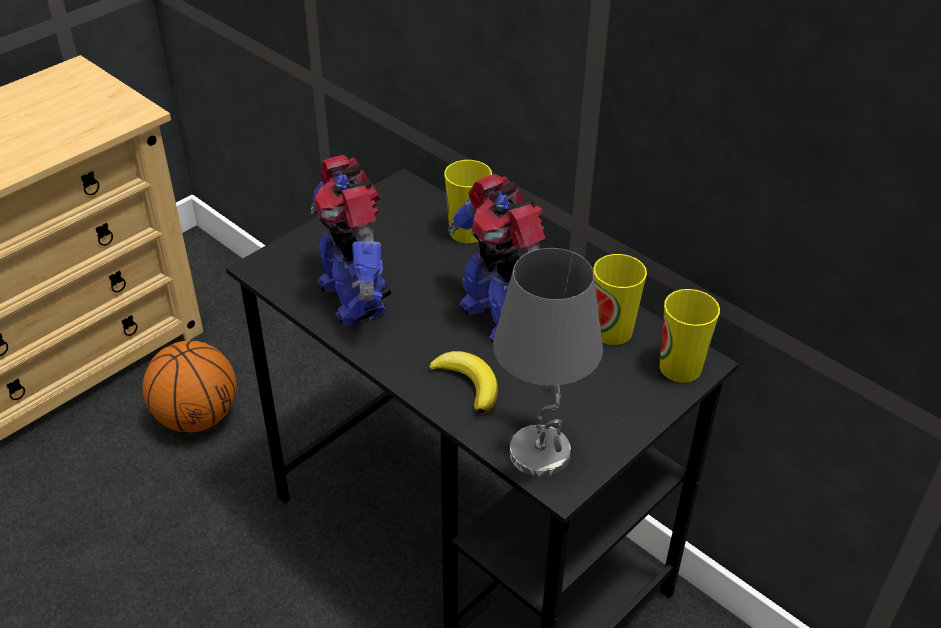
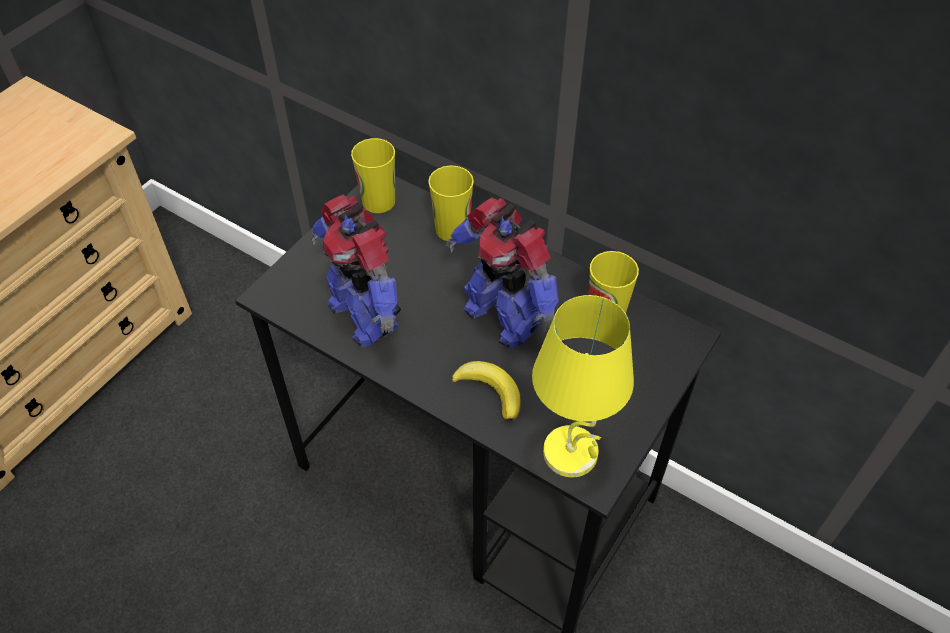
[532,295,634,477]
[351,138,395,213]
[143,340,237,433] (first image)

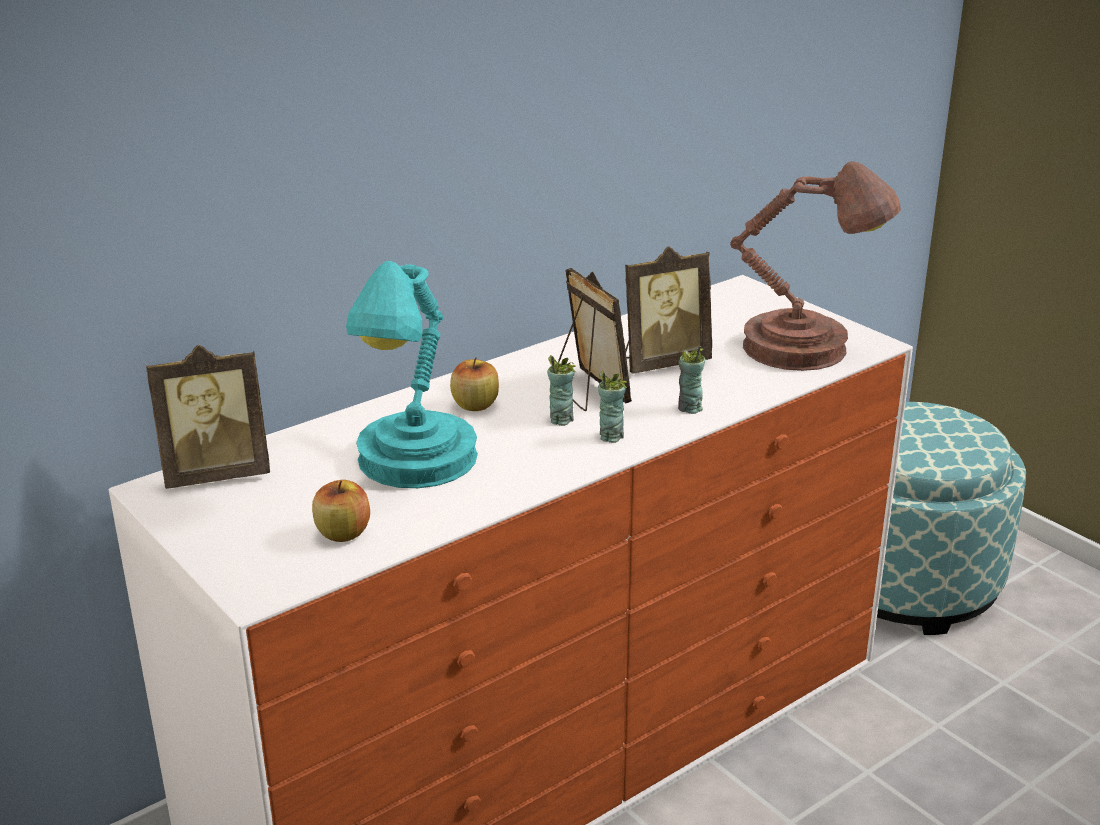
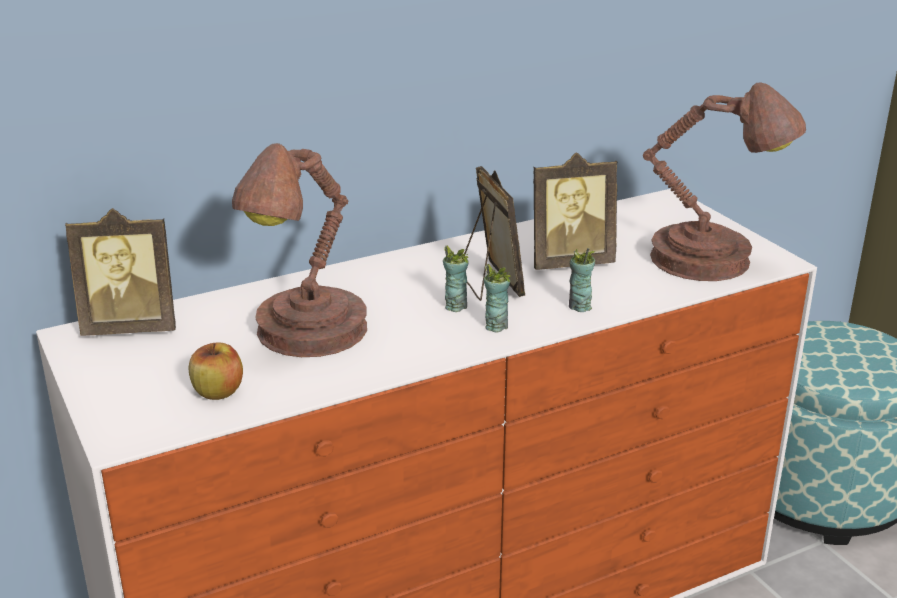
[232,143,367,357]
[450,357,499,411] (first image)

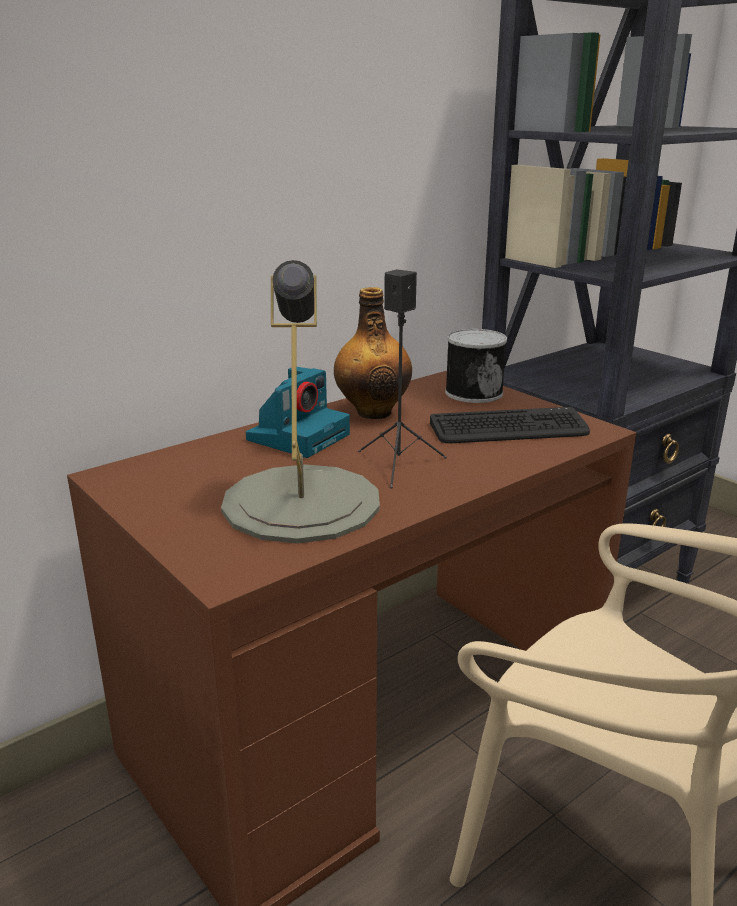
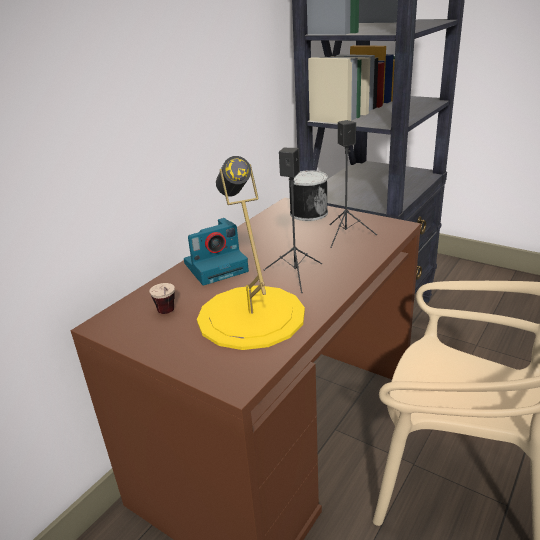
[197,156,305,350]
[334,287,412,419] (first image)
[184,218,249,285]
[330,120,377,248]
[149,283,175,314]

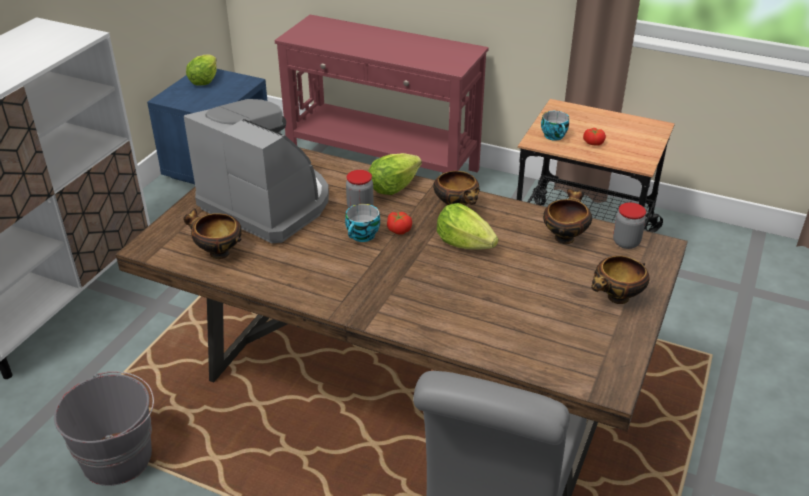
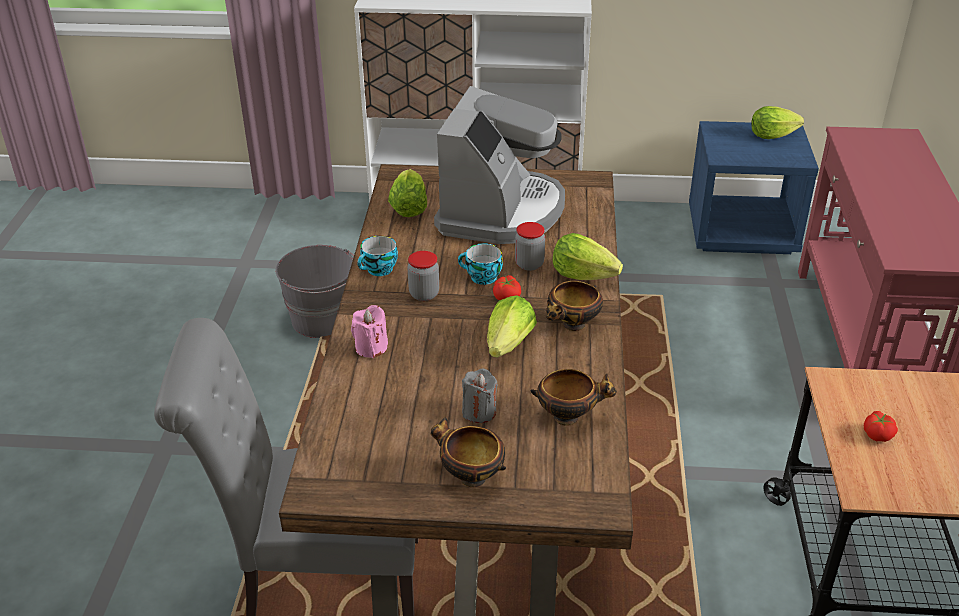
[357,236,398,276]
[407,251,439,301]
[388,169,427,217]
[351,305,388,358]
[462,368,498,423]

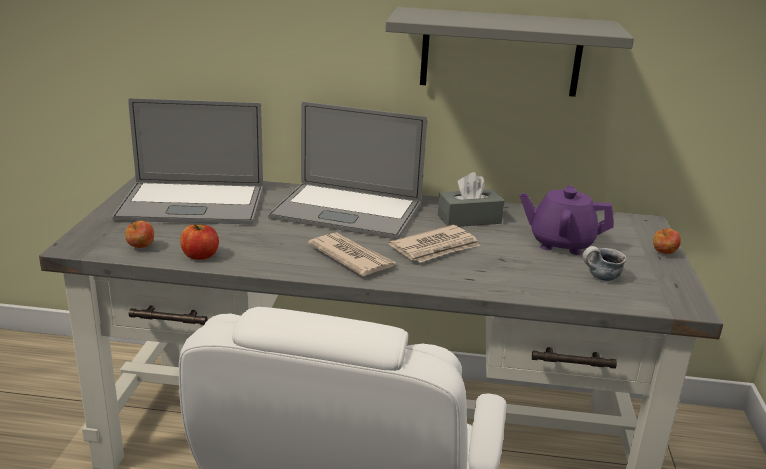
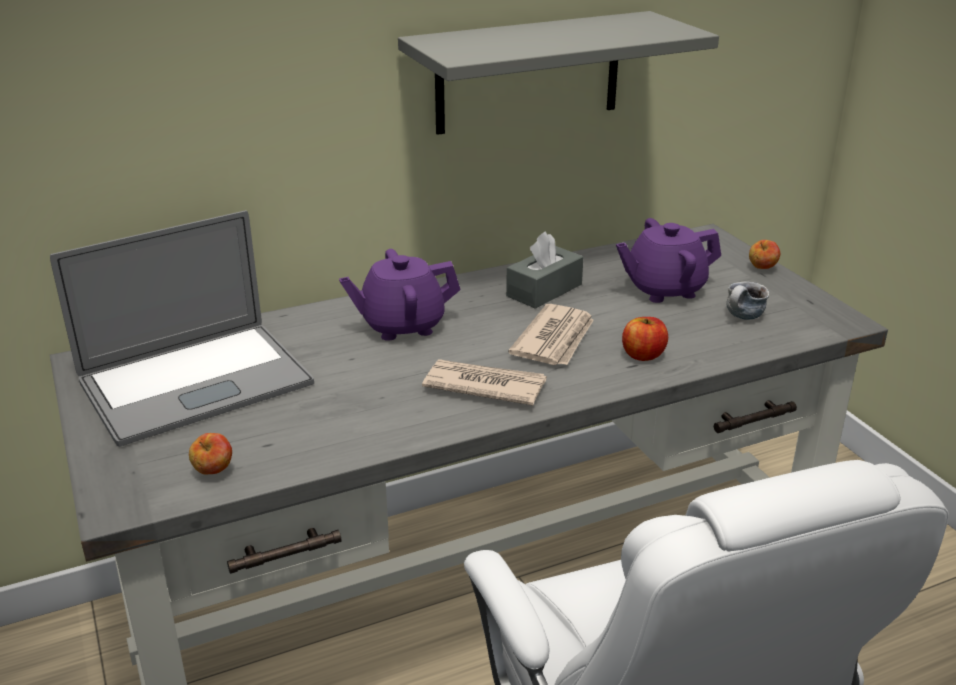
[339,249,461,341]
[622,317,668,361]

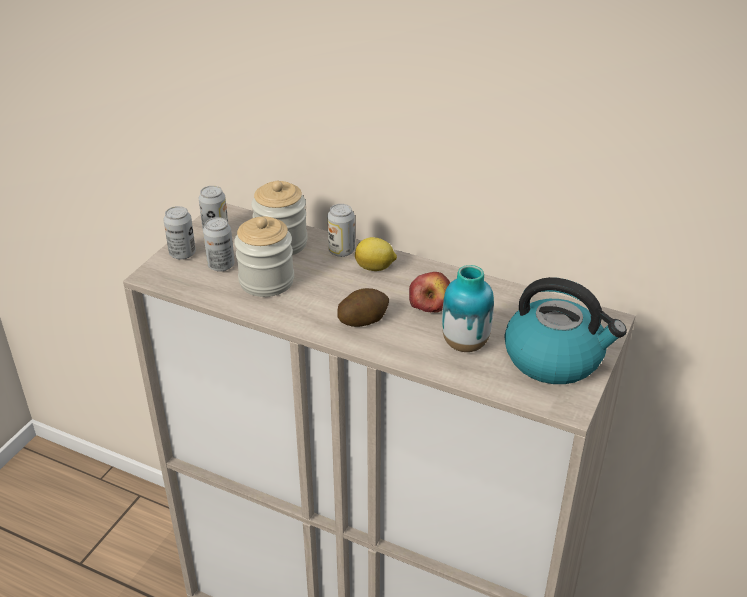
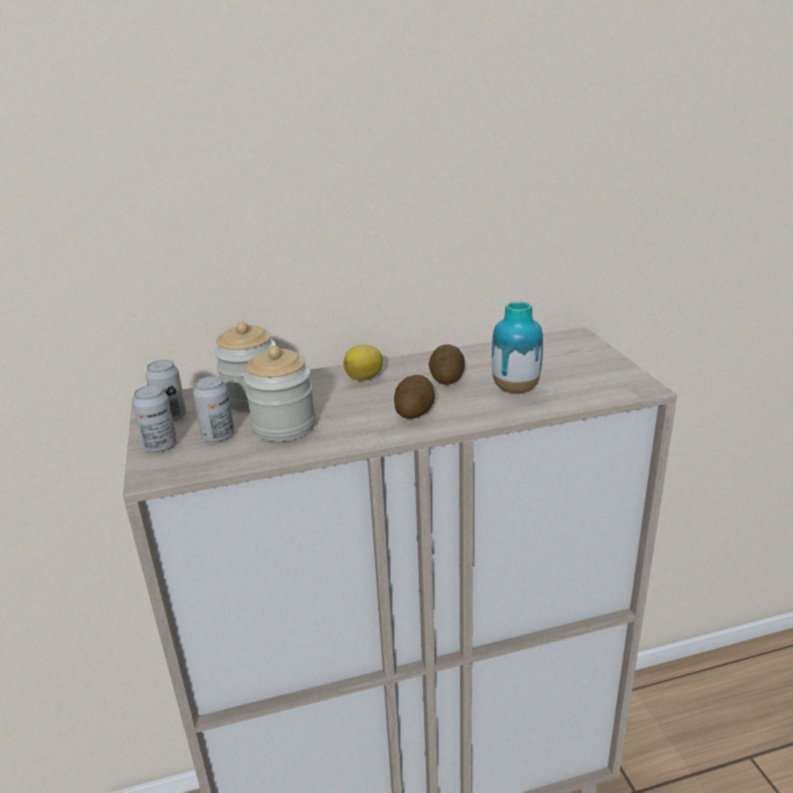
[327,204,355,257] (first image)
[428,344,465,385]
[505,277,627,384] (first image)

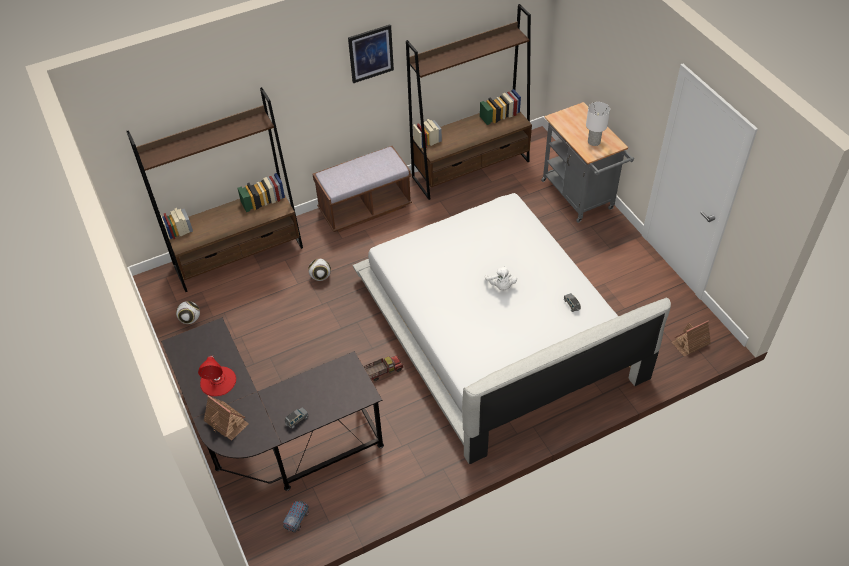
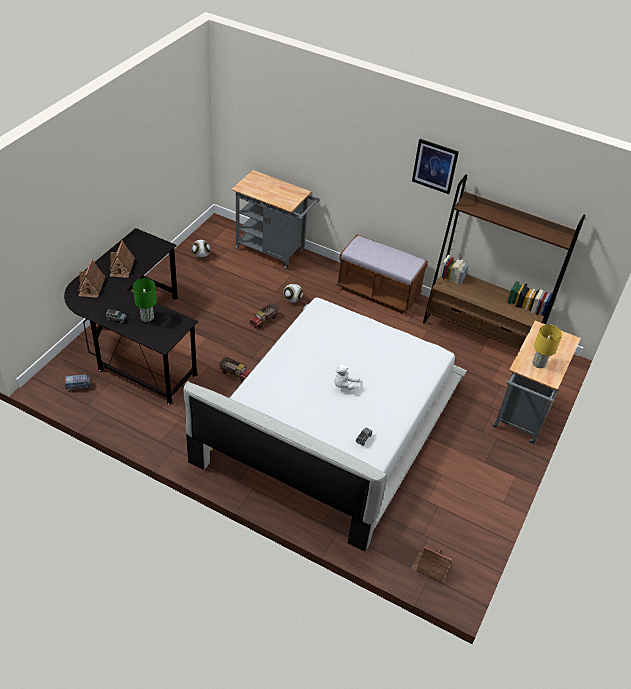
[231,170,320,270]
[533,324,562,368]
[109,240,135,278]
[133,278,157,322]
[249,303,279,329]

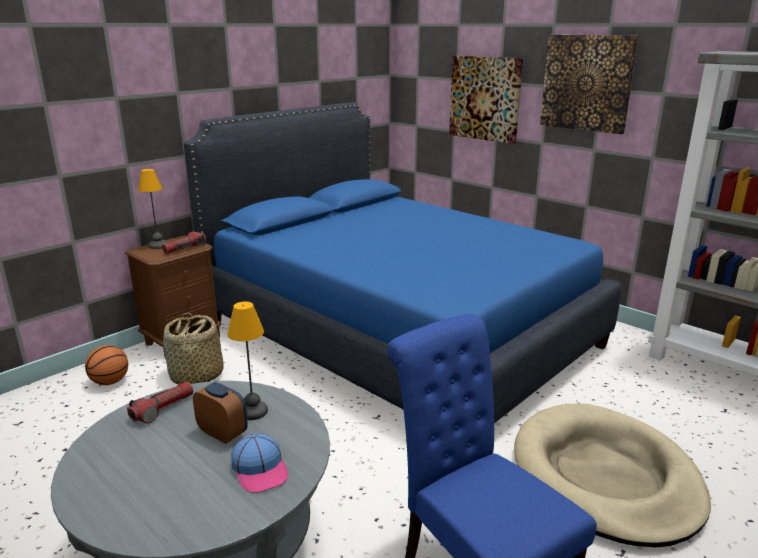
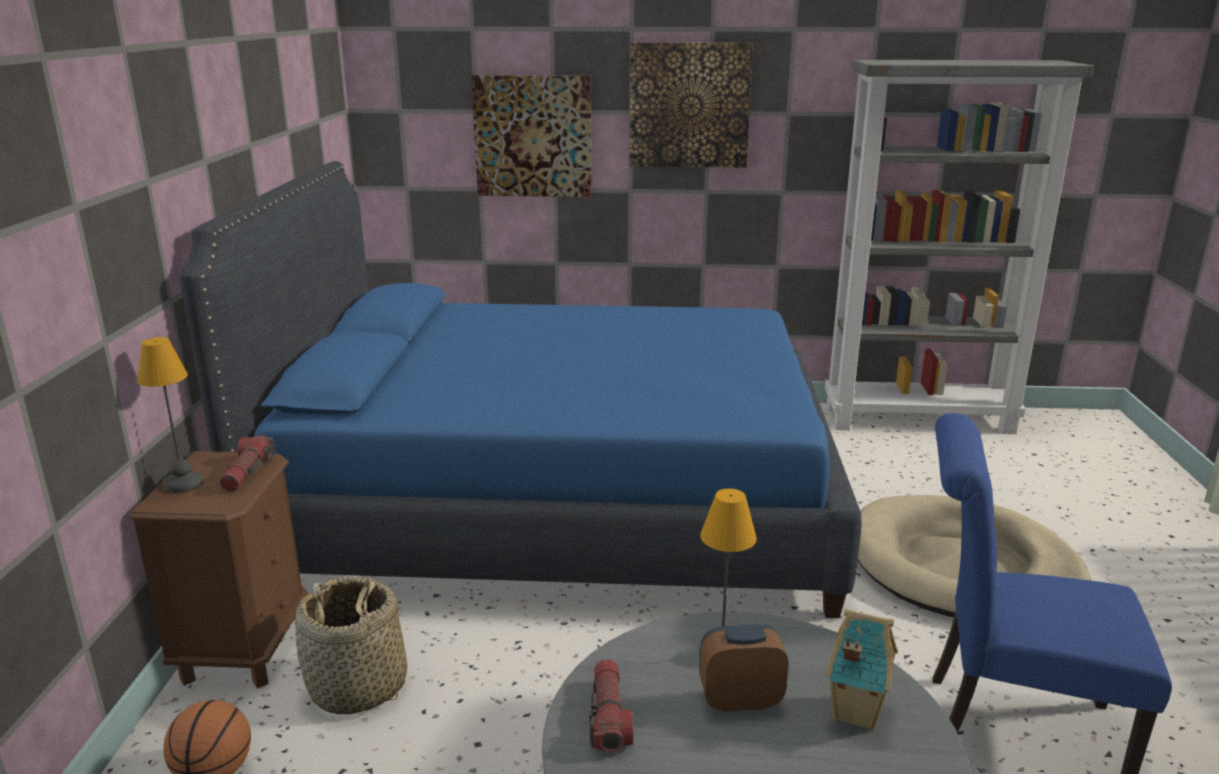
[826,609,898,730]

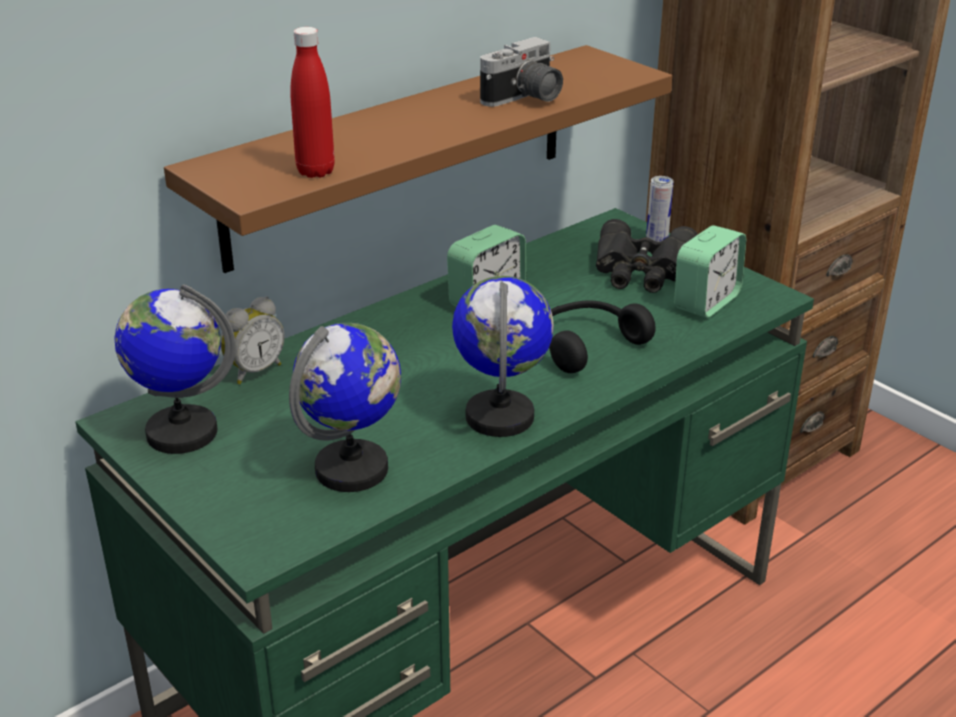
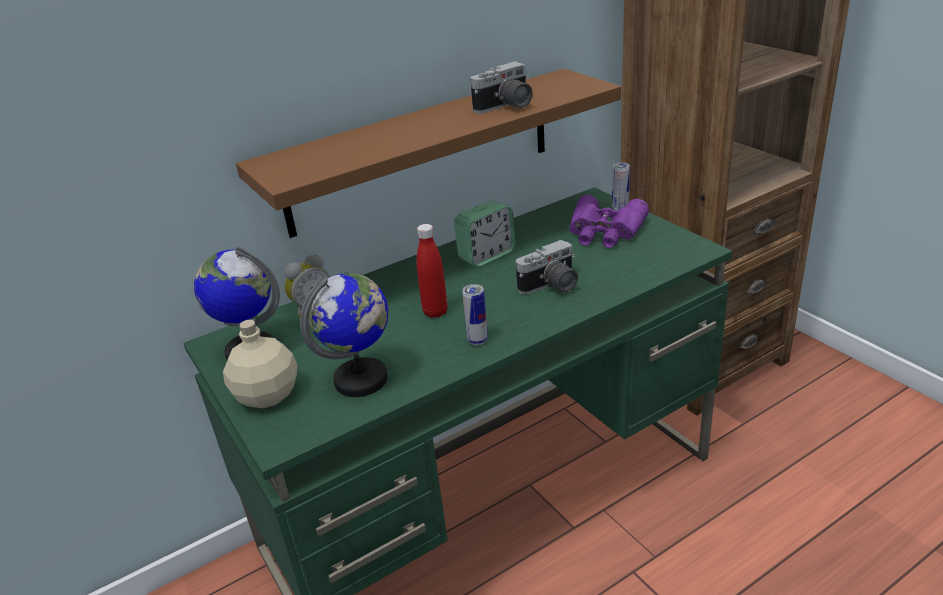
[417,224,448,318]
[569,195,649,248]
[674,225,746,318] (first image)
[462,284,488,345]
[516,240,578,295]
[223,320,297,408]

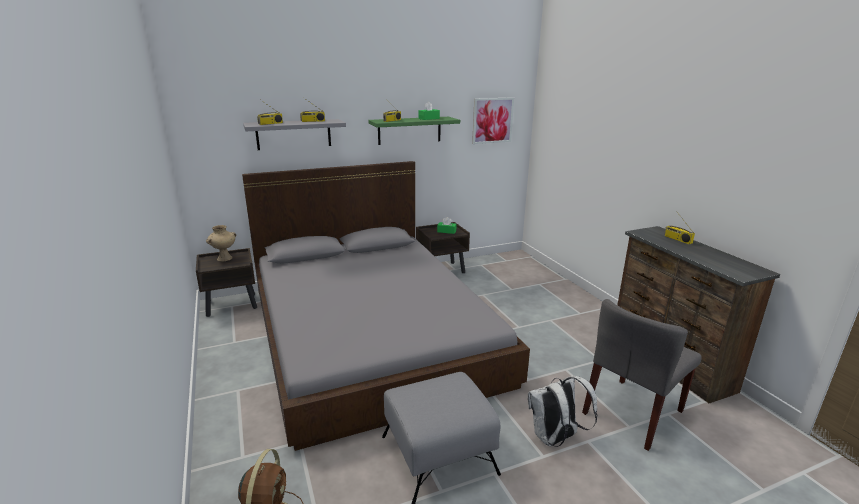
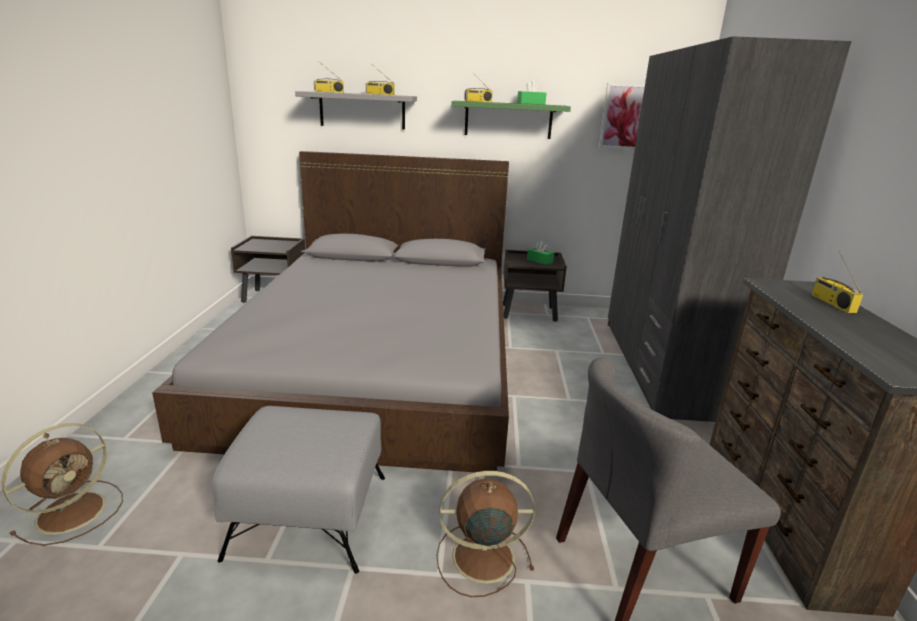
[206,225,236,262] (first image)
[437,471,535,597]
[608,37,852,422]

